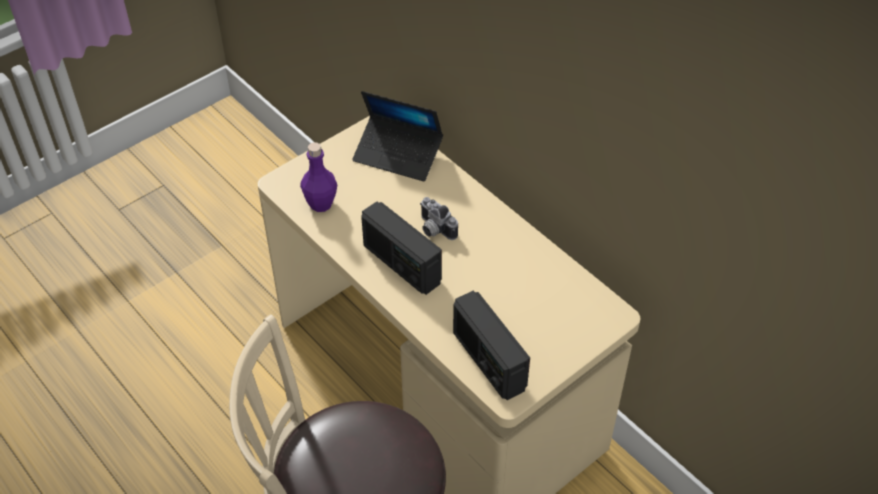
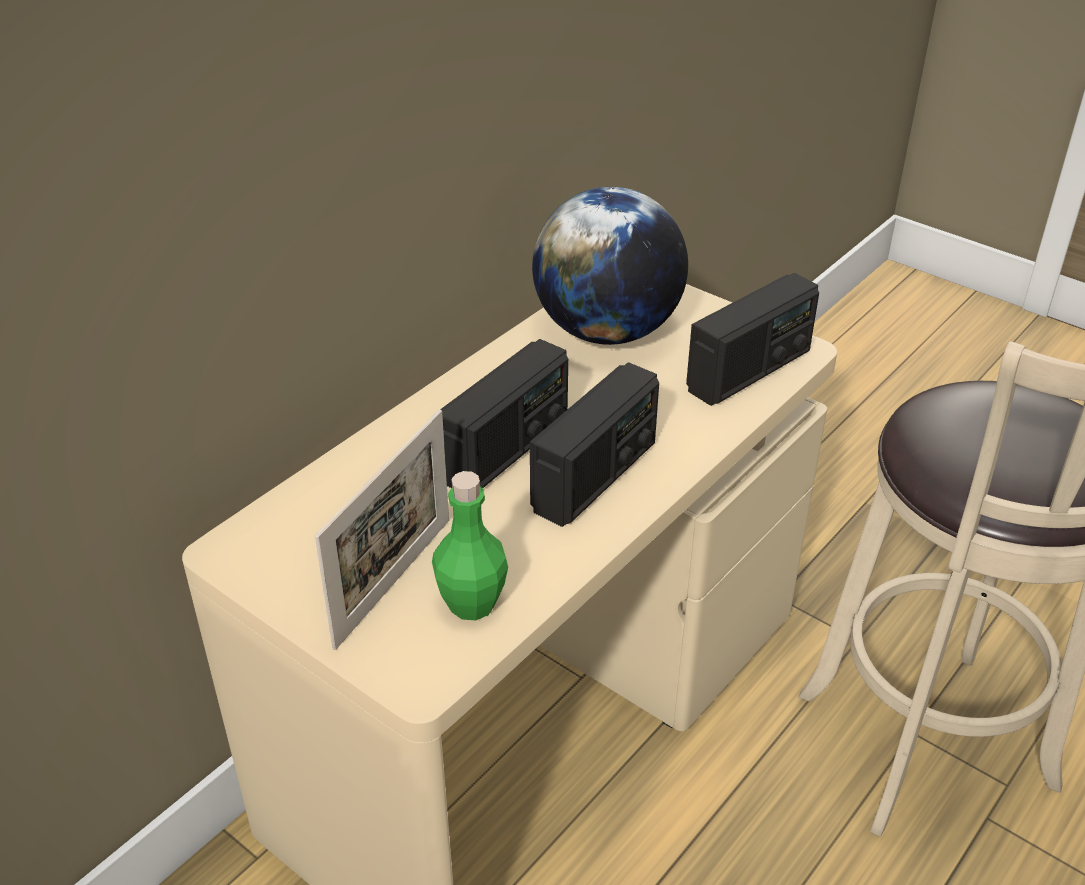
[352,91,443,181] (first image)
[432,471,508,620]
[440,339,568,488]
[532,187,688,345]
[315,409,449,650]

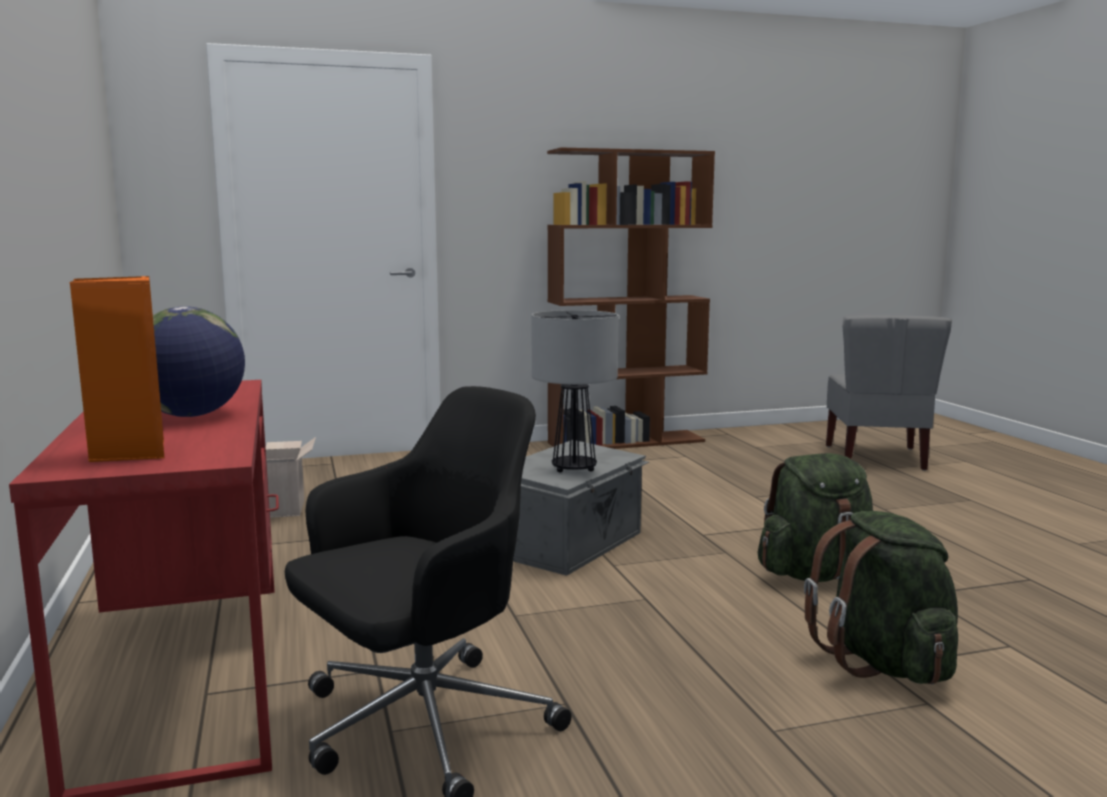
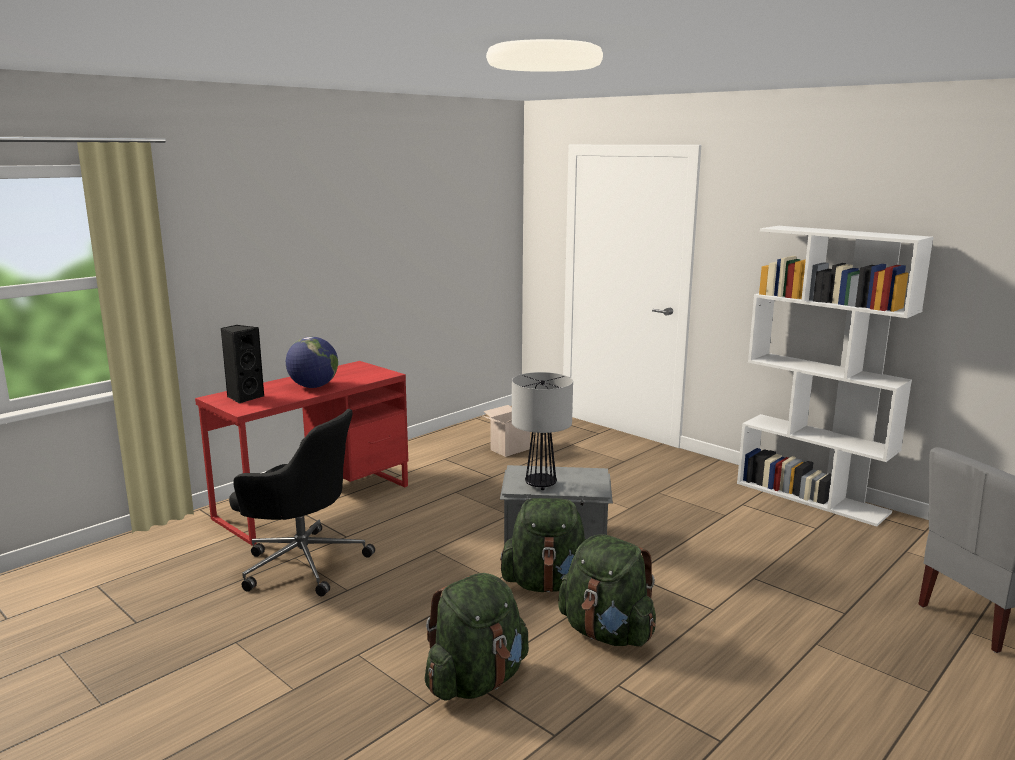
[737,226,933,527]
[220,325,265,403]
[500,498,586,592]

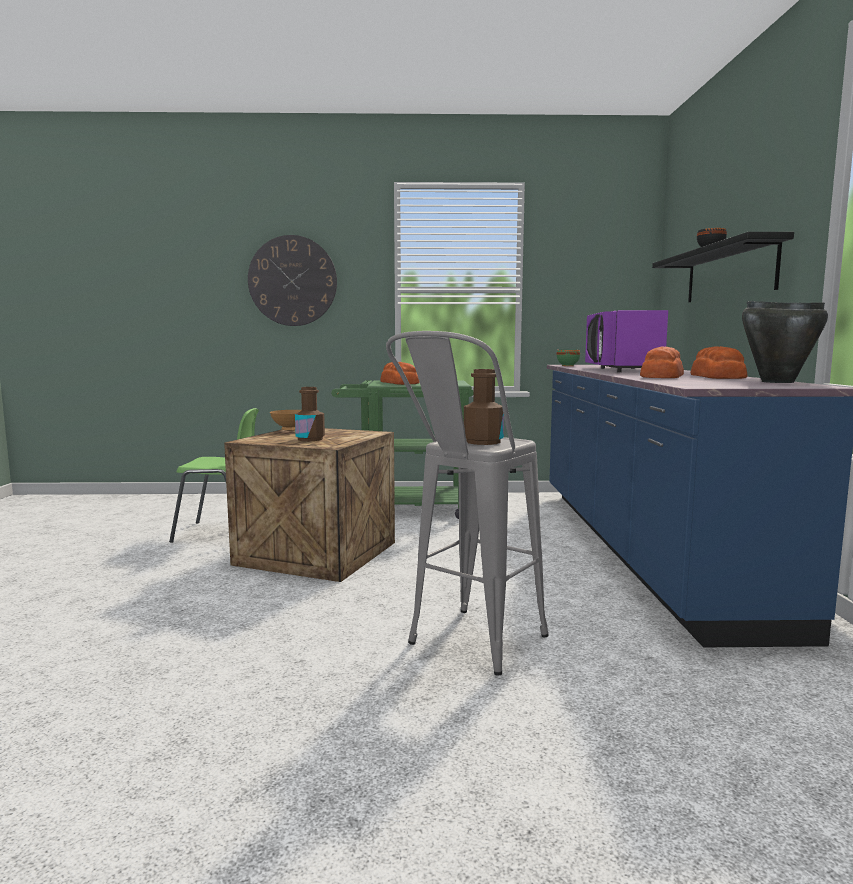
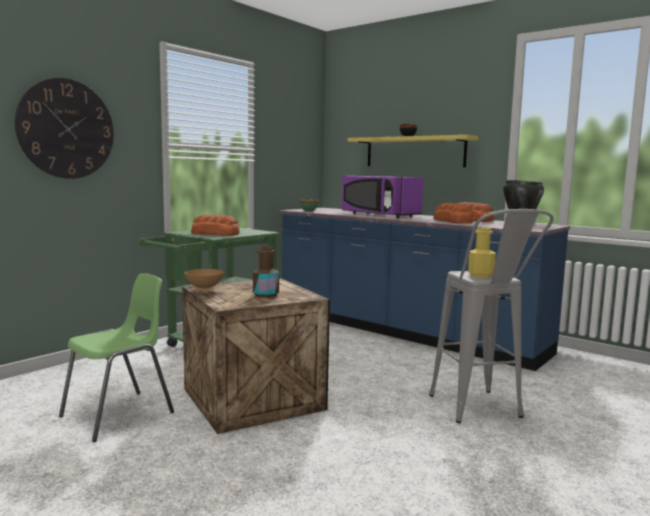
[347,135,478,167]
[468,228,496,278]

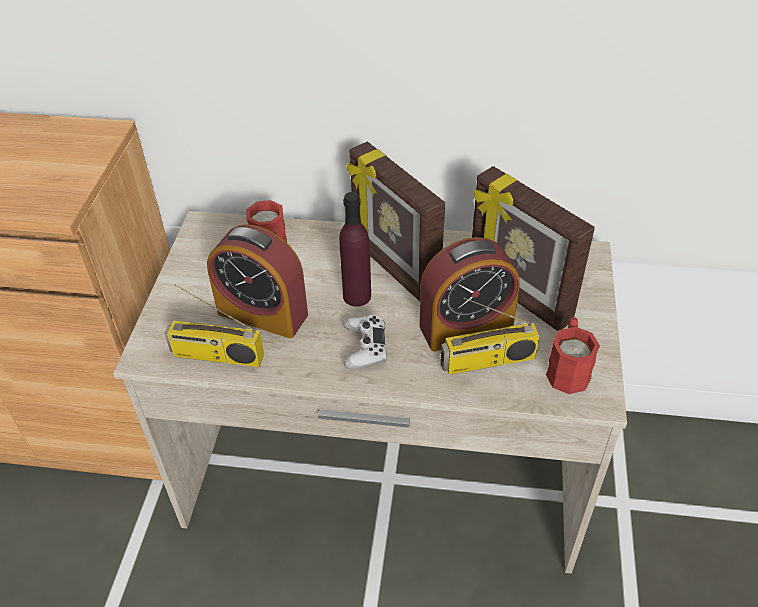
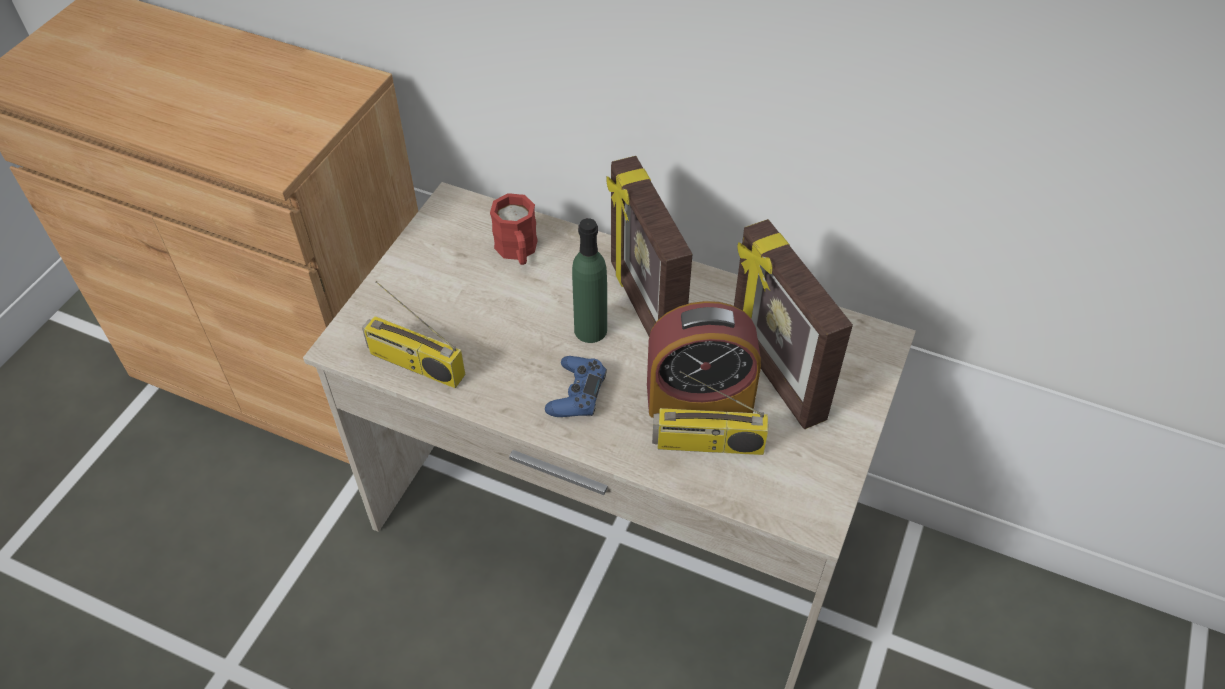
[572,218,607,343]
[207,225,308,338] (first image)
[545,356,607,417]
[546,317,600,394] (first image)

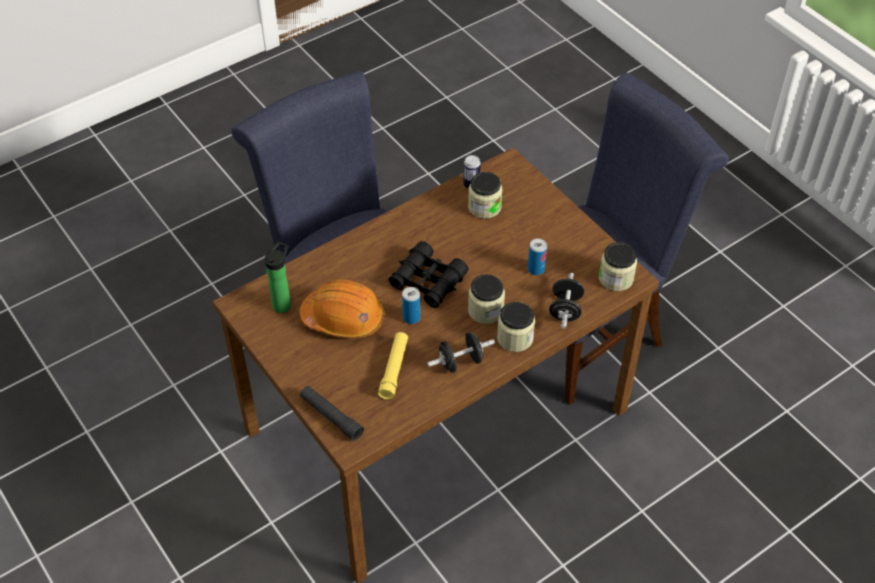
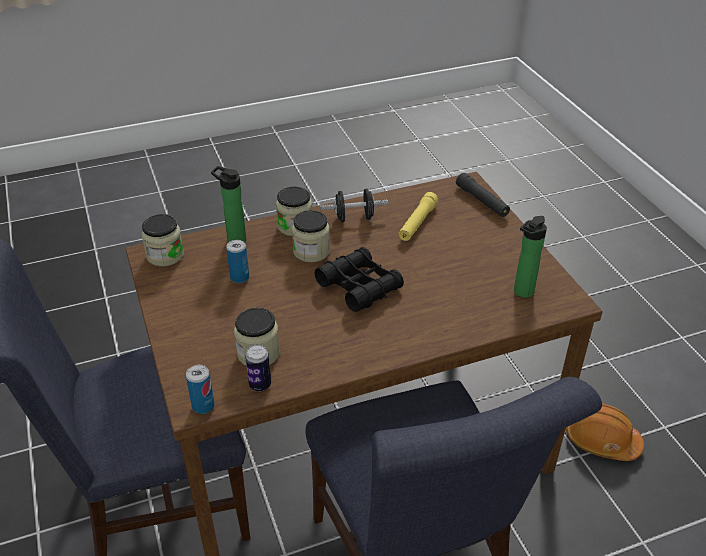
[211,166,246,243]
[566,404,644,461]
[186,365,215,414]

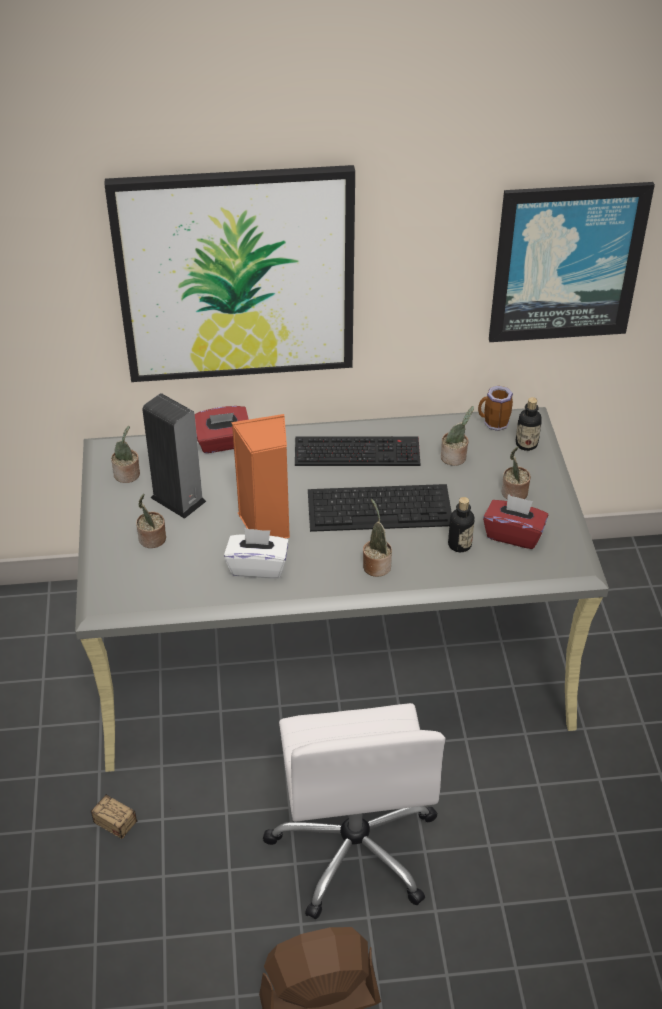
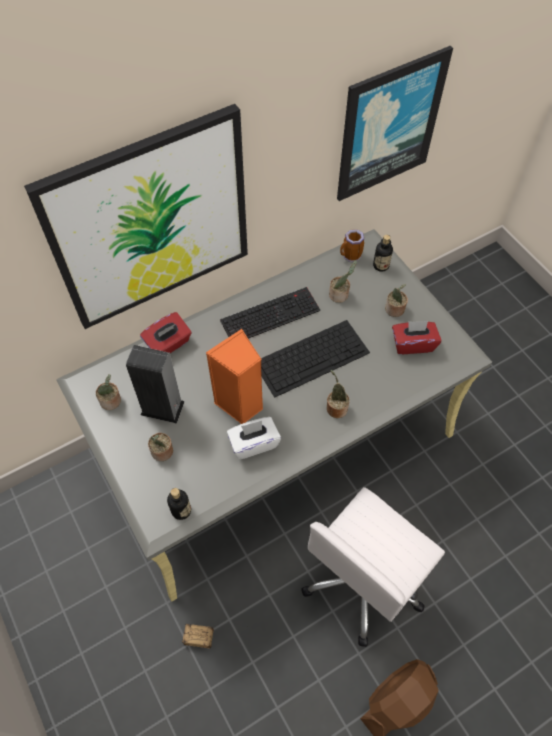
[167,488,191,520]
[301,487,445,647]

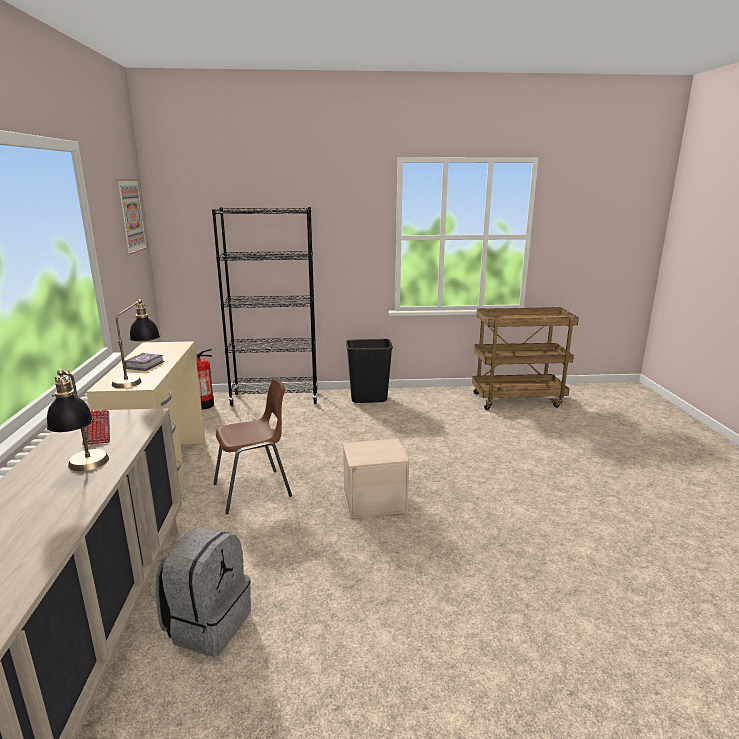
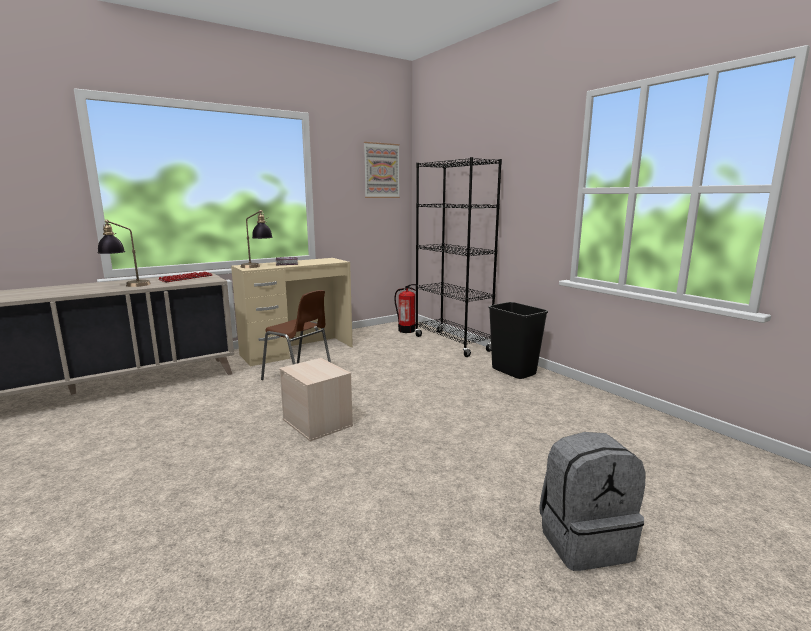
[472,307,579,410] (first image)
[539,432,645,571]

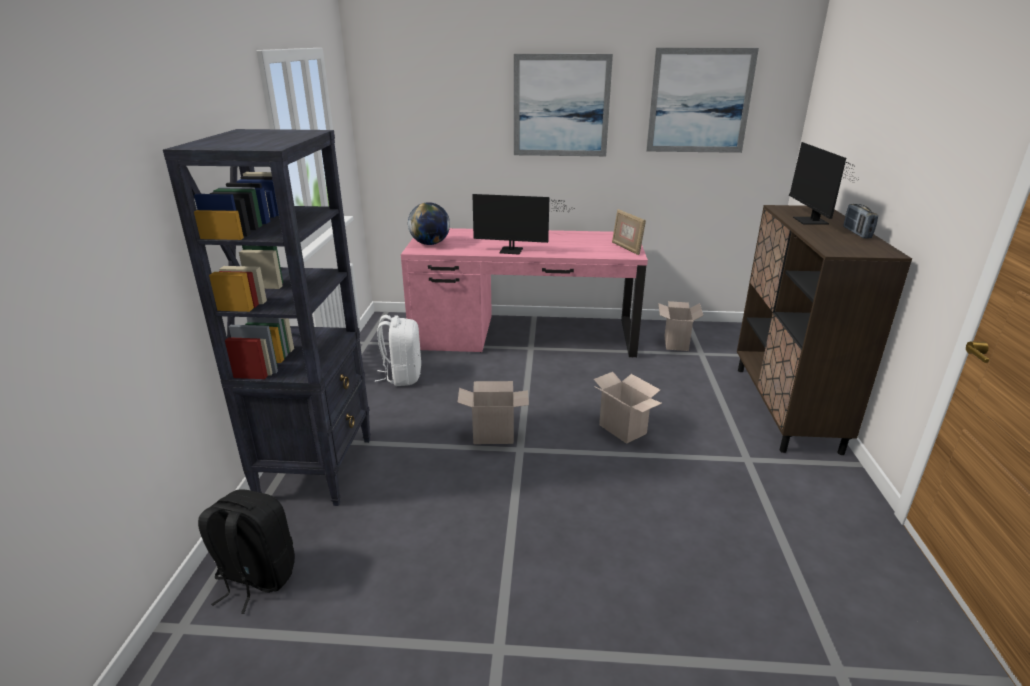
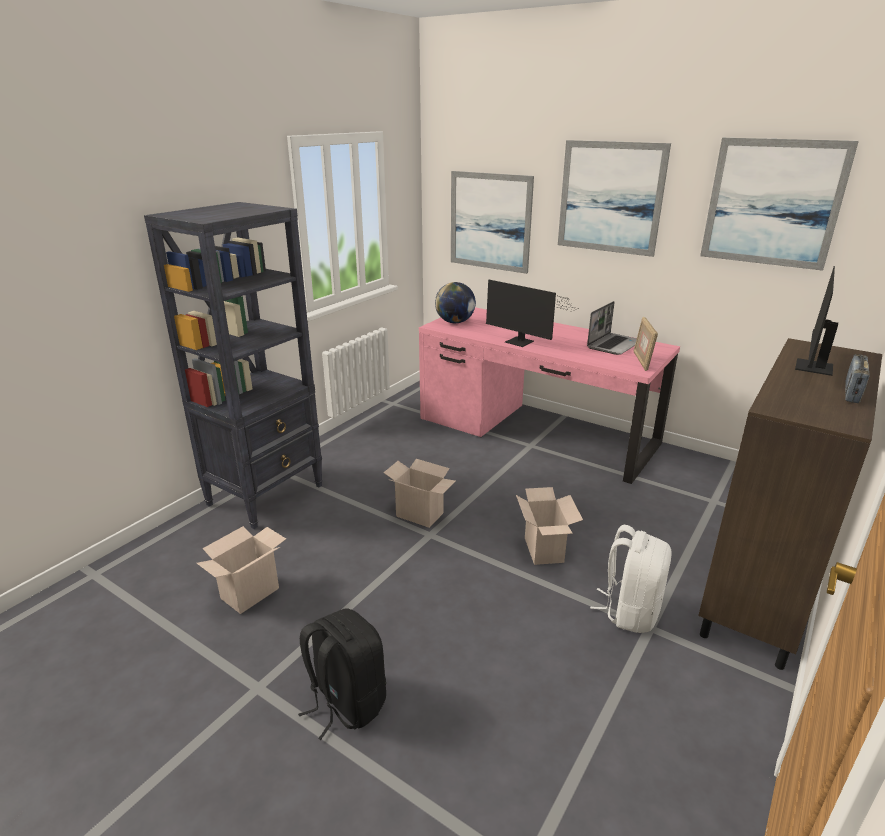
[197,526,286,614]
[590,525,672,633]
[298,608,386,740]
[451,171,534,274]
[587,301,637,355]

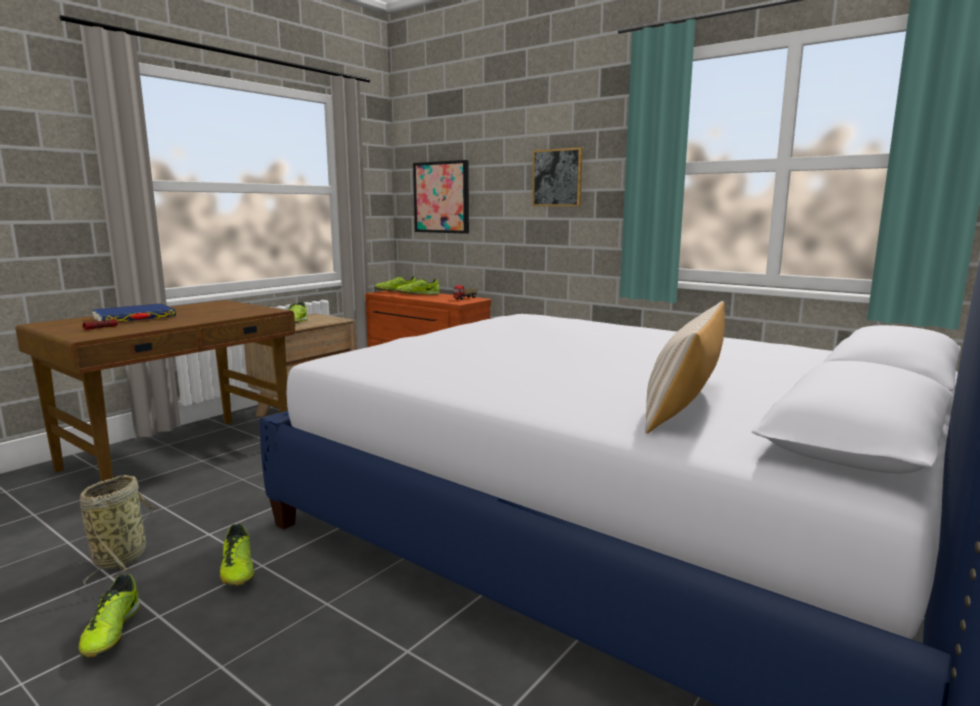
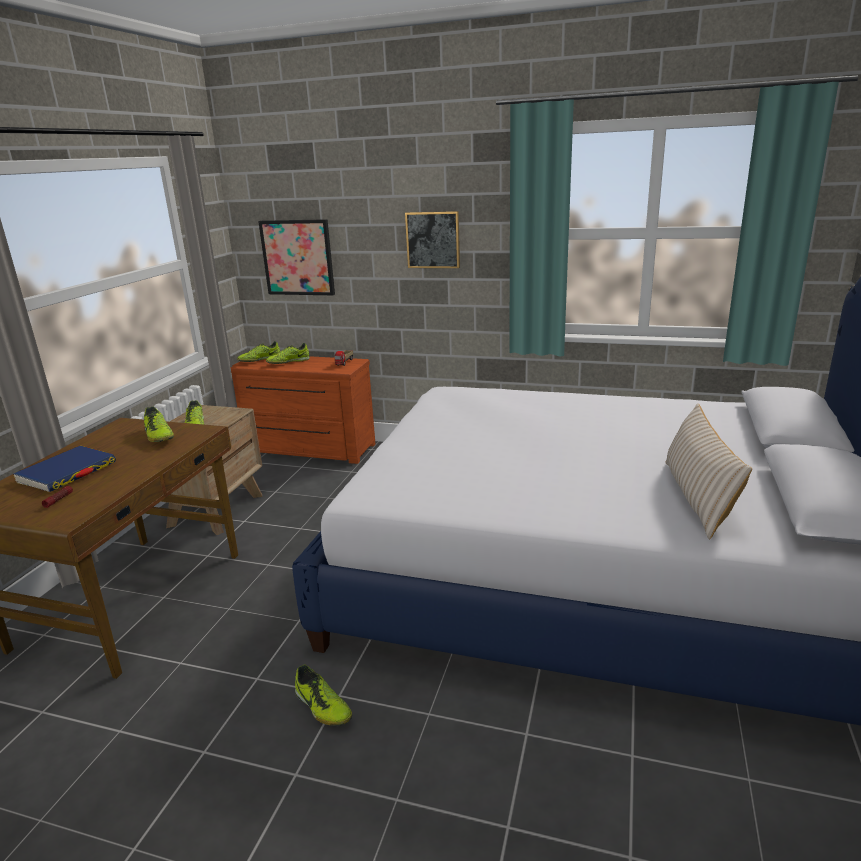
[80,475,157,585] (first image)
[144,407,174,442]

